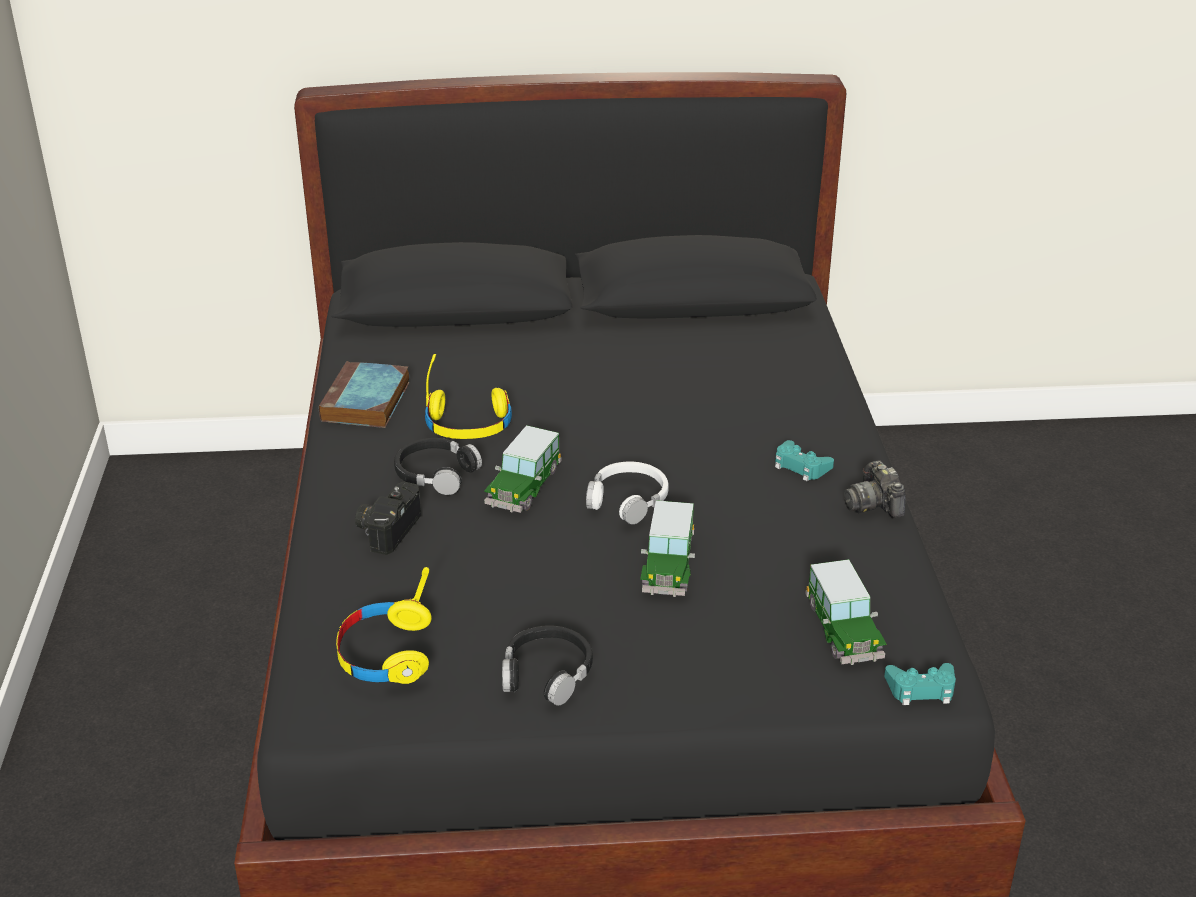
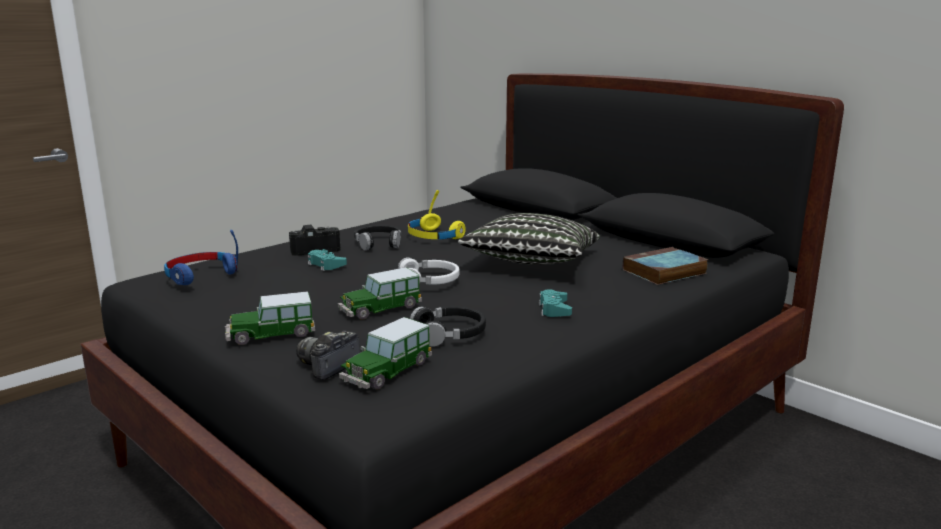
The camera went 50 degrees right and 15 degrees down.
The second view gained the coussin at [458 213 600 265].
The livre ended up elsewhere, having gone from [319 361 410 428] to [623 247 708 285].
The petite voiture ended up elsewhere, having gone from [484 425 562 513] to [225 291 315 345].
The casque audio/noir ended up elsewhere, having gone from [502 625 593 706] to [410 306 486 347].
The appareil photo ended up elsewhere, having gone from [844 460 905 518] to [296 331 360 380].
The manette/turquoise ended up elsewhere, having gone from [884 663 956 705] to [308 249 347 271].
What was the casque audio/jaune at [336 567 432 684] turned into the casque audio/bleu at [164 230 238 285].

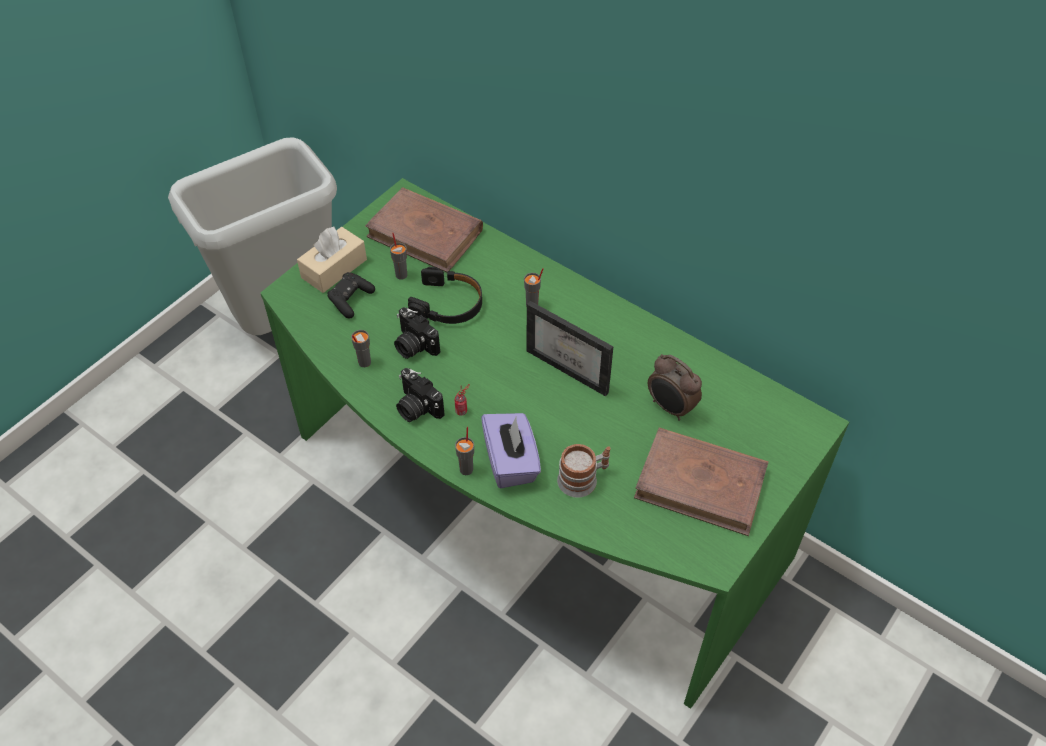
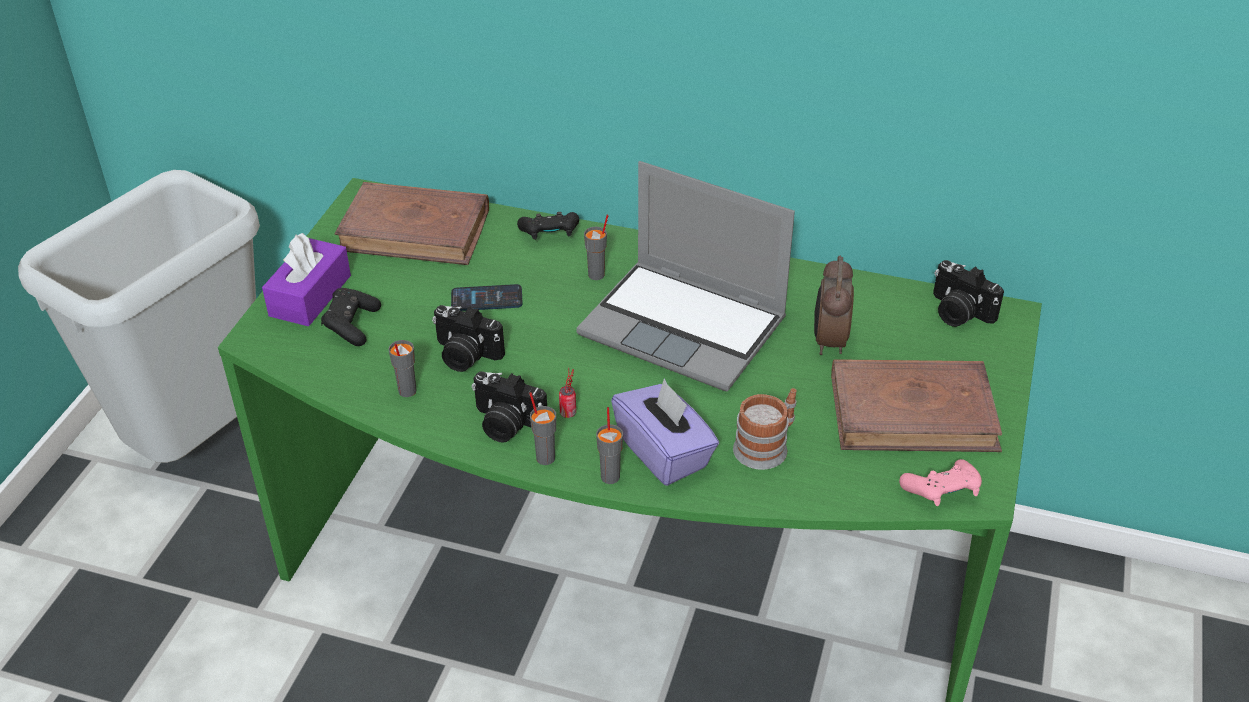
The camera went 20 degrees left and 10 degrees down.
The second view gained the manette/noir at [517 212 579 240].
The second view gained the manette/rose at [899 459 982 506].
The second view gained the appareil photo at [933 260 1004 327].
The tasse/gris ended up elsewhere, having gone from [390 233 407 280] to [529 392 556 465].
Where the casque audio/noir stood at [408 267 482 324], the téléphone came to stand at [451 284 523 311].
Where the cadre photo stood at [527 301 614 396], the ordinateur portable came to stand at [576 161 795 392].
What was the boîte à mouchoirs/beige at [297 227 367 293] turned into the boîte à mouchoirs/violet at [262 233 351 326].
The réveil at [648 354 702 421] ended up facing another way, 75 degrees clockwise from before.

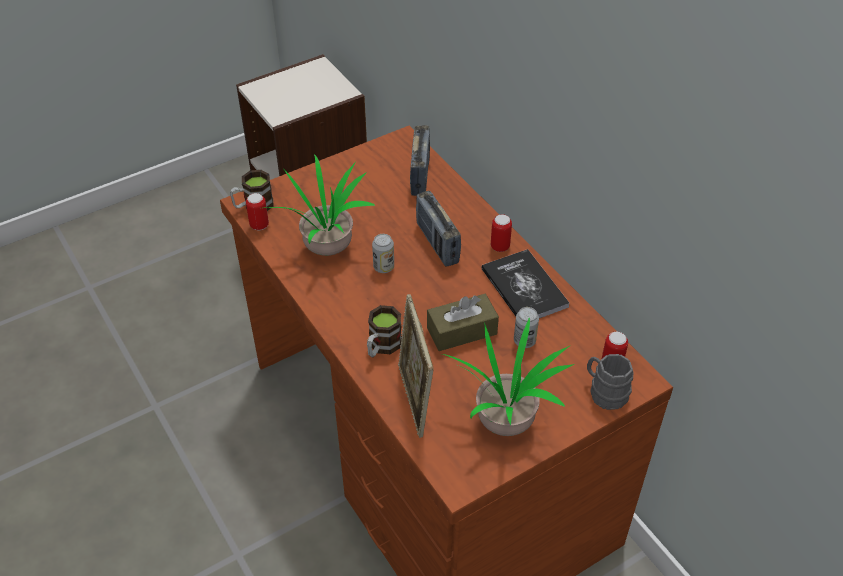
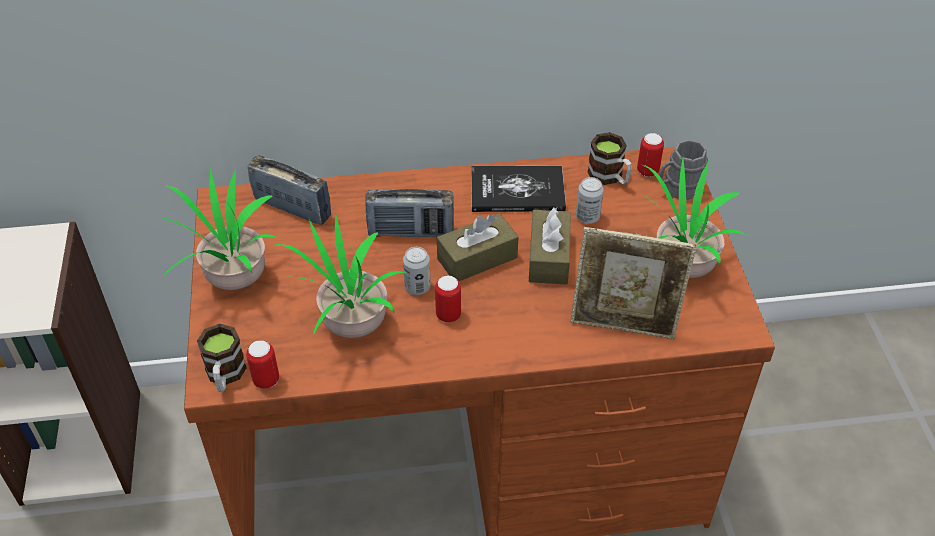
The camera went 65 degrees left and 0 degrees up.
The second view gained the plante en pot at [158 168 278 290].
The second view gained the boîte à mouchoirs/marron at [437 213 519 281].
The mug ended up elsewhere, having gone from [367 305 402 357] to [588 132 632 185].
The boîte métallique ended up elsewhere, having gone from [491 214 512 252] to [435 275 461 322].

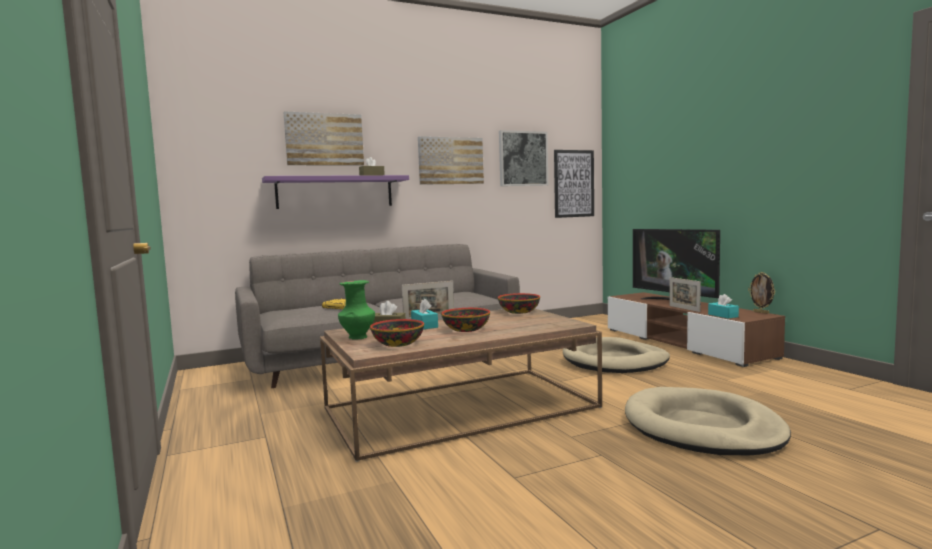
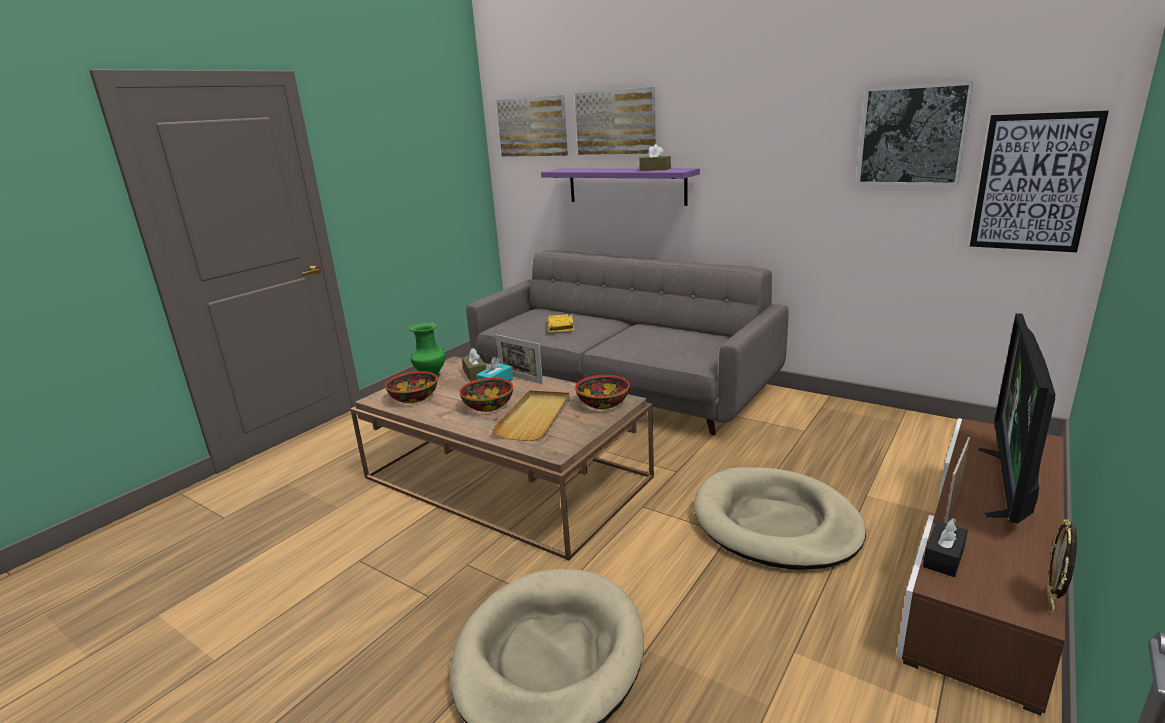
The camera went 60 degrees right and 15 degrees up.
The second view gained the plateau/beige at [492 390 570 441].
The tableau ended up elsewhere, having gone from [418 136 484 185] to [496 95 568 157].
What was the boîte à mouchoirs/turquoise at [708 294 739 319] turned into the boîte à mouchoirs/noir at [923 518 968 577].

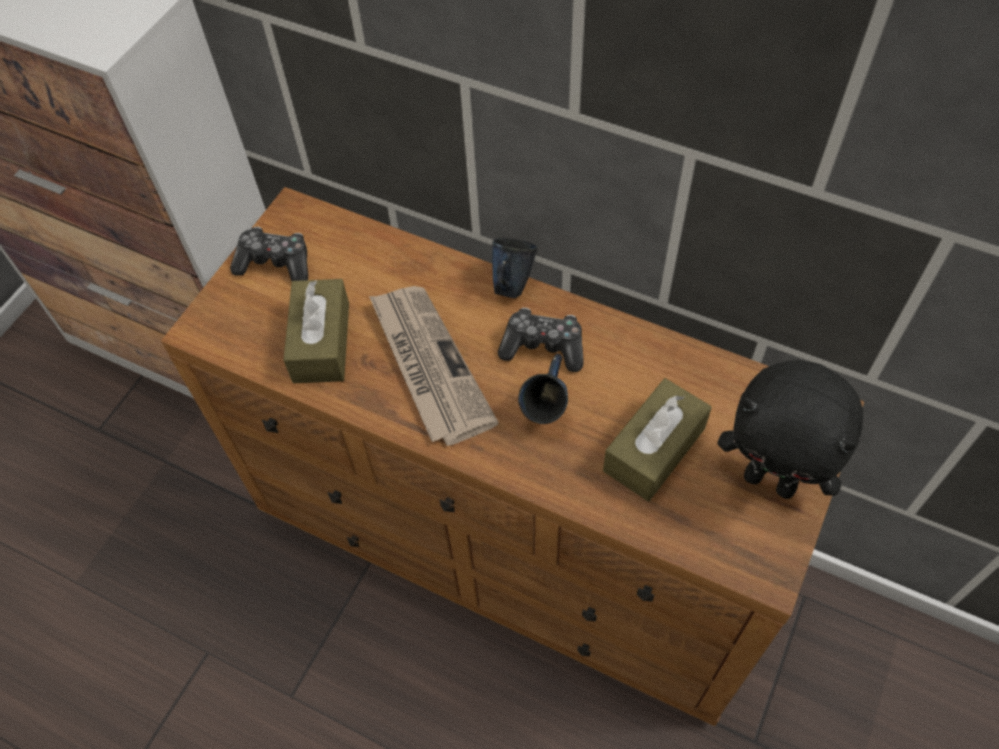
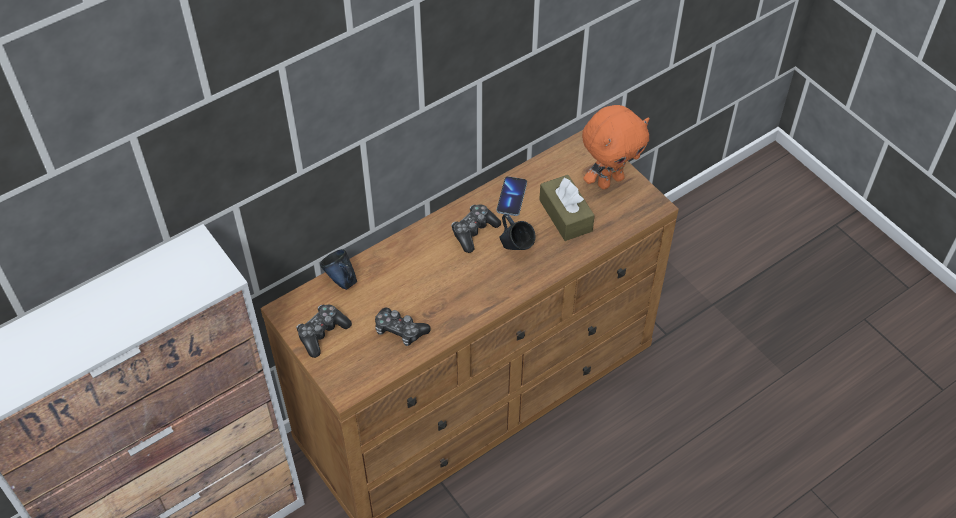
The camera went 65 degrees left and 5 degrees down.
The second view lost the journal at [369 286 499 446].
The second view gained the téléphone at [497 176 527 216].
The mug/bleu ended up elsewhere, having gone from [492 238 537 298] to [320 249 357 290].
Where the boîte à mouchoirs/marron stood at [283 279 349 383], the manette came to stand at [375 307 431 346].
What was the peluche/noir at [718 360 863 499] turned into the peluche/orange at [582 105 649 189].

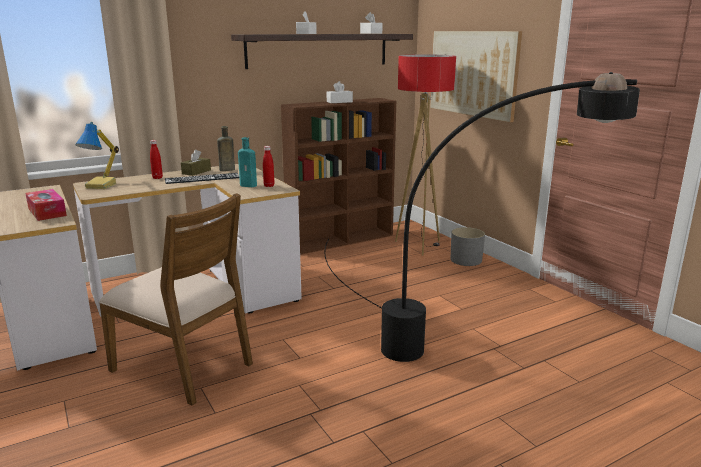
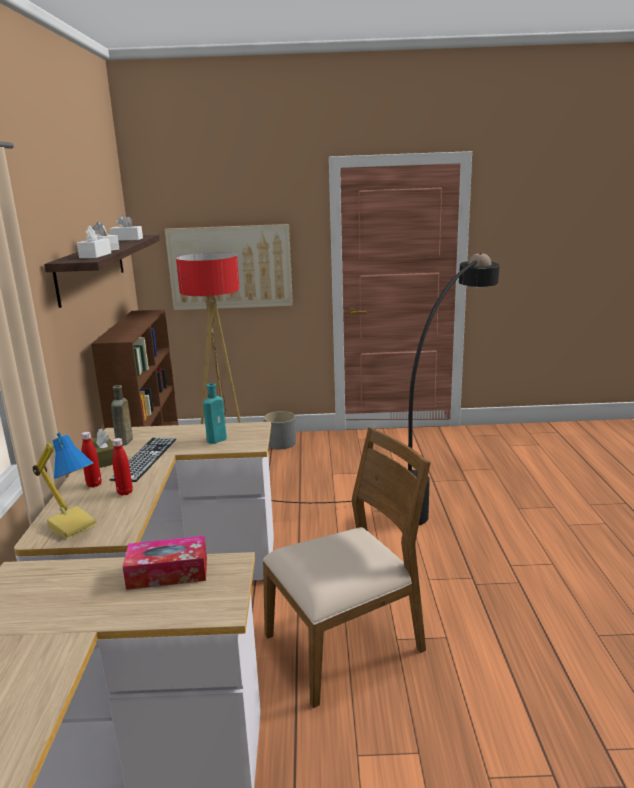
The camera went 60 degrees left and 0 degrees up.
The bouteille/rouge ended up elsewhere, having gone from [263 146 274 187] to [112 438 133 496].
The boîte à mouchoirs/blanc ended up elsewhere, having gone from [327 81 353 103] to [77 226 111 258].

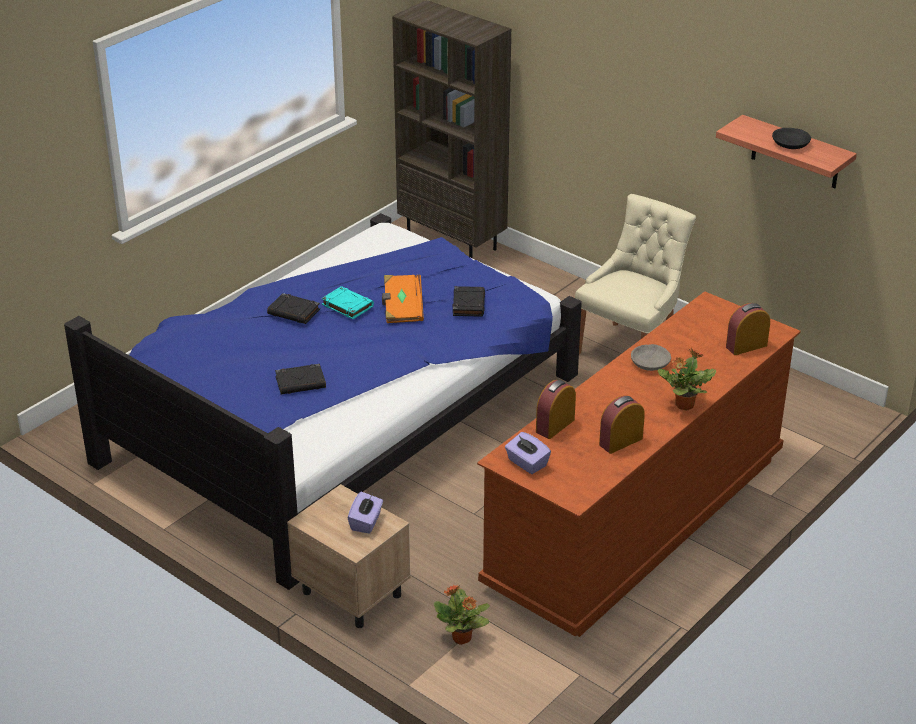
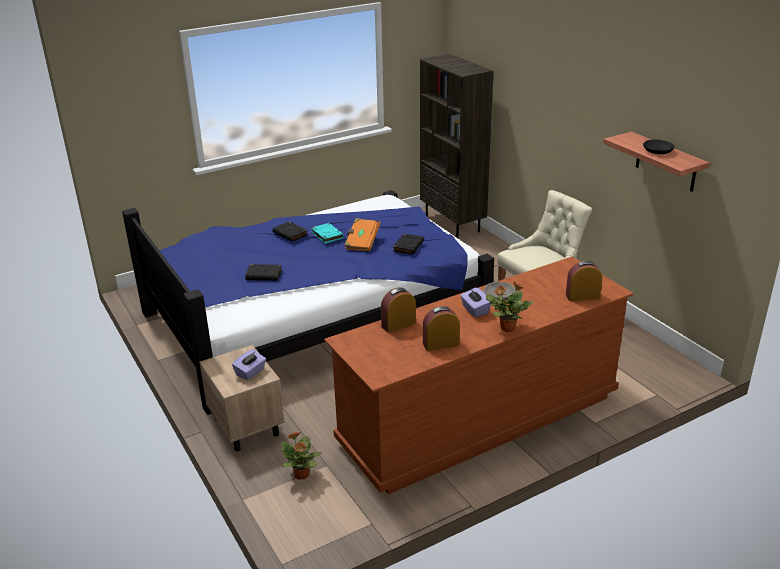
The camera went 20 degrees right and 5 degrees down.
The boîte à mouchoirs/violet ended up elsewhere, having gone from [505 432 551 474] to [460 287 491 317].

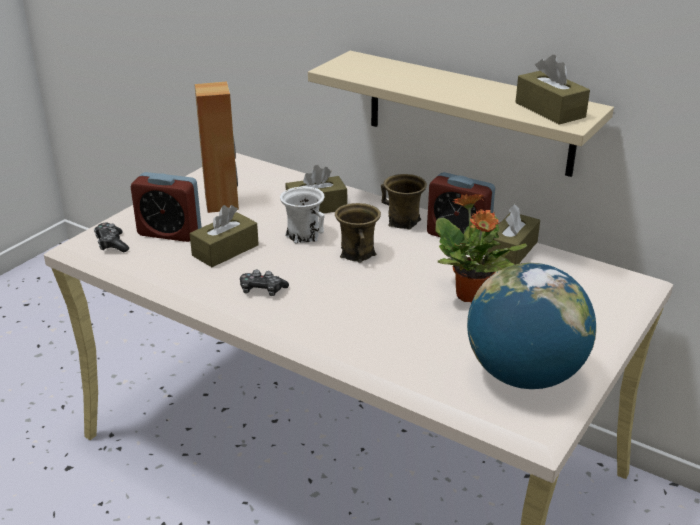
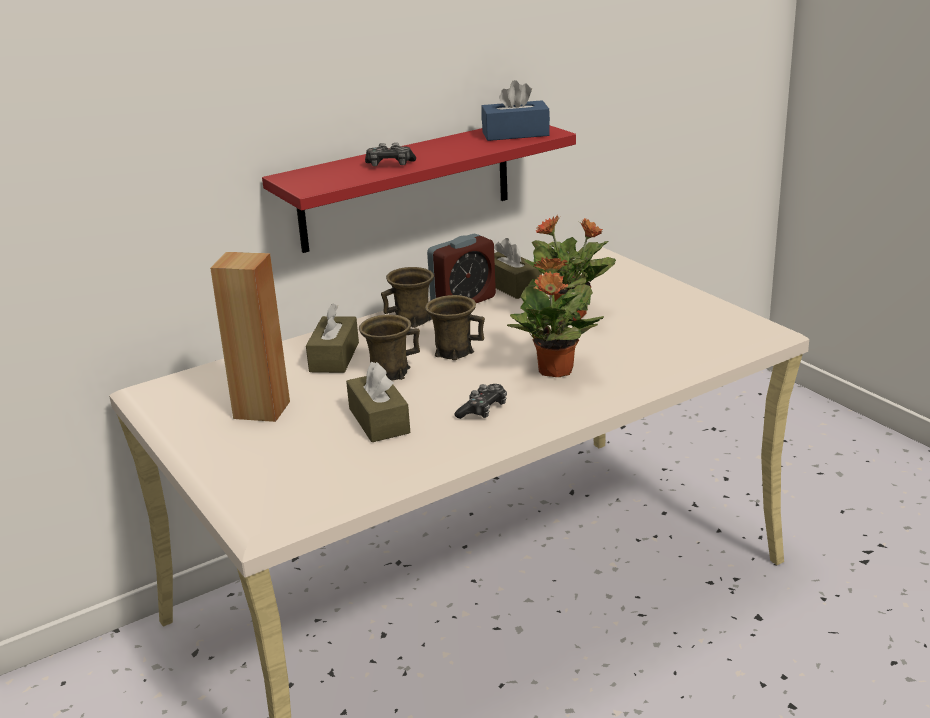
The camera went 65 degrees left and 5 degrees down.
The second view lost the réveil at [131 172 201 242].
The second view lost the globe at [467 263 596 389].
The second view gained the plante en pot at [507 257 604 377].
The manette ended up elsewhere, having gone from [94 223 129 252] to [365 143 416 166].
What was the mug/blanc at [280 187 325 244] turned into the mug/marron at [359 315 420 381].
What was the étagère/beige at [308 51 614 177] turned into the étagère/rouge at [262 126 576 253].
What was the boîte à mouchoirs/marron at [515 55 590 125] turned into the boîte à mouchoirs/bleu at [481 80 550 141].

